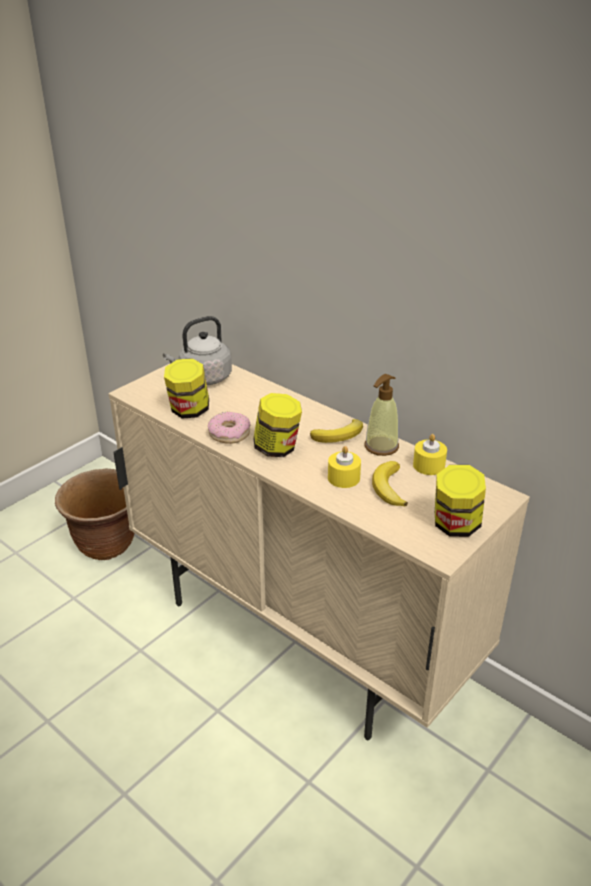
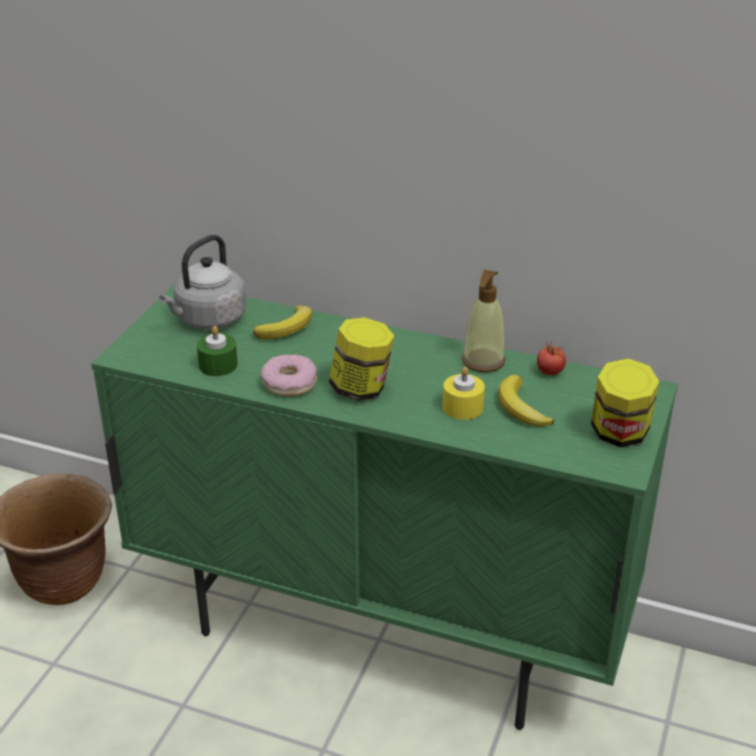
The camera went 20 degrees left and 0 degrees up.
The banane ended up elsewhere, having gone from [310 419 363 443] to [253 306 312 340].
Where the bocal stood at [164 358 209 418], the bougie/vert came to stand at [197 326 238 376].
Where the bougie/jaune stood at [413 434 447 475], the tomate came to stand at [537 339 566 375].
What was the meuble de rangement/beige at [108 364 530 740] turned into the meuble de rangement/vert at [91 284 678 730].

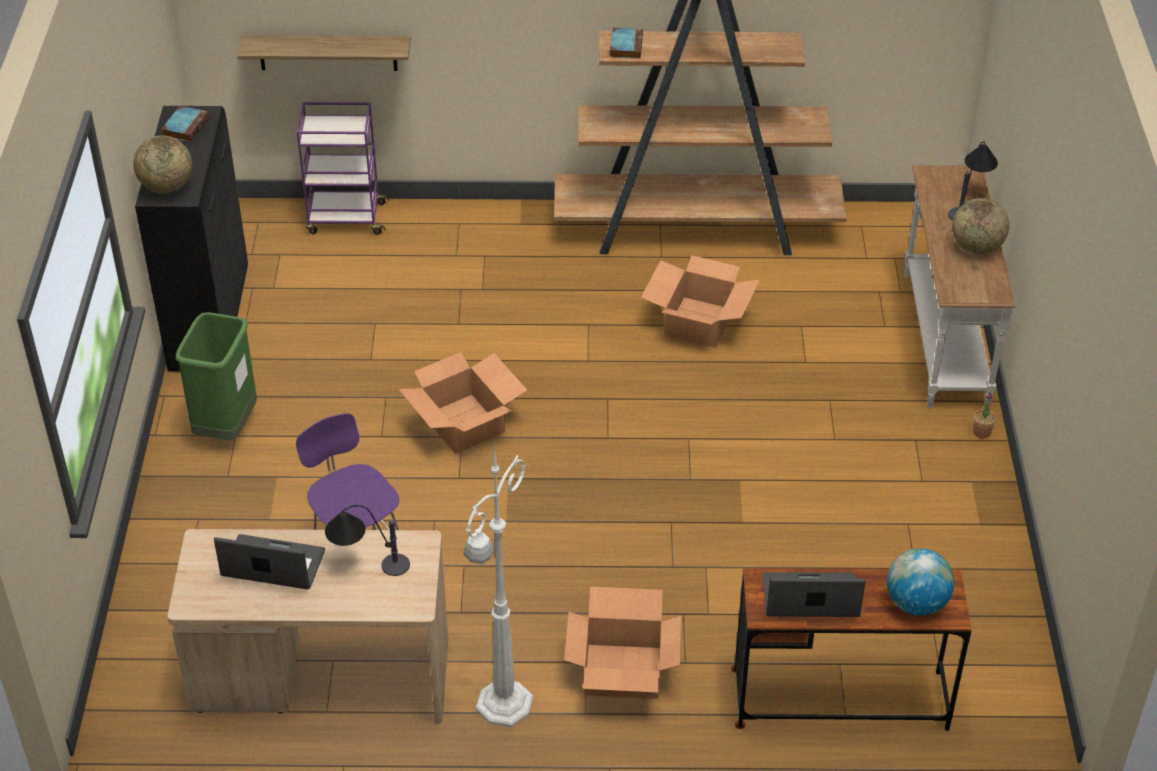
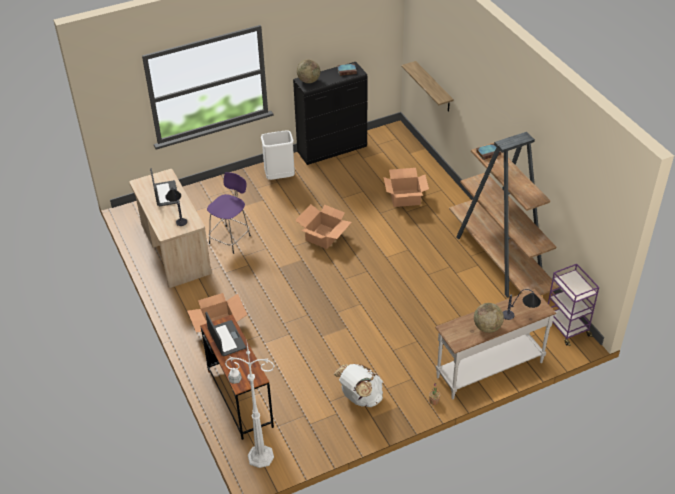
The camera went 65 degrees right and 0 degrees up.
The second view lost the globe at [887 548 954 615].
The second view gained the sac à dos/blanc at [334 364 383 407].
The chariot/violet ended up elsewhere, having gone from [297 102 389 234] to [548 264 599 346].
The lampadaire/blanc ended up elsewhere, having gone from [464 442 533 727] to [225 344 275 468].
The carton ended up elsewhere, having gone from [641 255 760 348] to [384 168 429 207].
What was the poubelle/vert at [176 312 257 440] turned into the poubelle/blanc at [261 130 295 180].

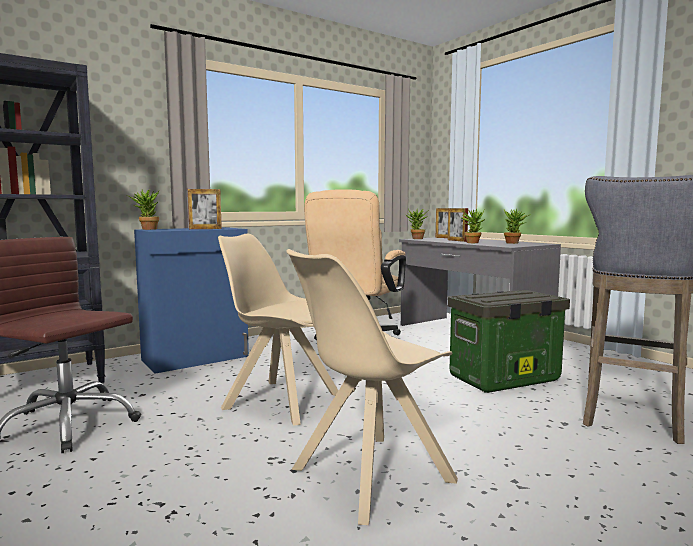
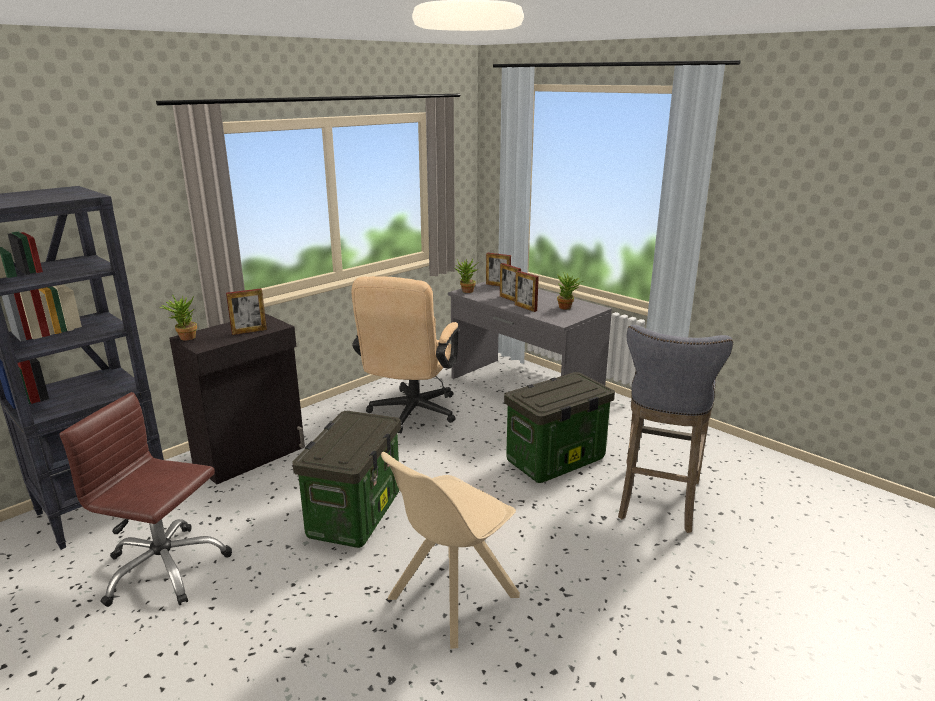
The camera went 10 degrees left and 15 degrees up.
Where the chaise/beige stood at [218 234 338 426], the boîte de rangement came to stand at [292 411 401 548].
Where the plante en pot stood at [460 208 485 243], the cadre photo came to stand at [515 271 539 312].
What was the meuble de rangement/bleu at [134 227 249 374] turned into the meuble de rangement/noir at [169 313 305 485].

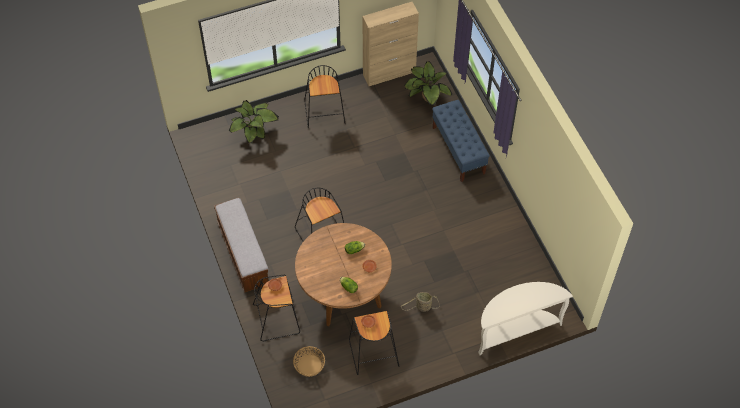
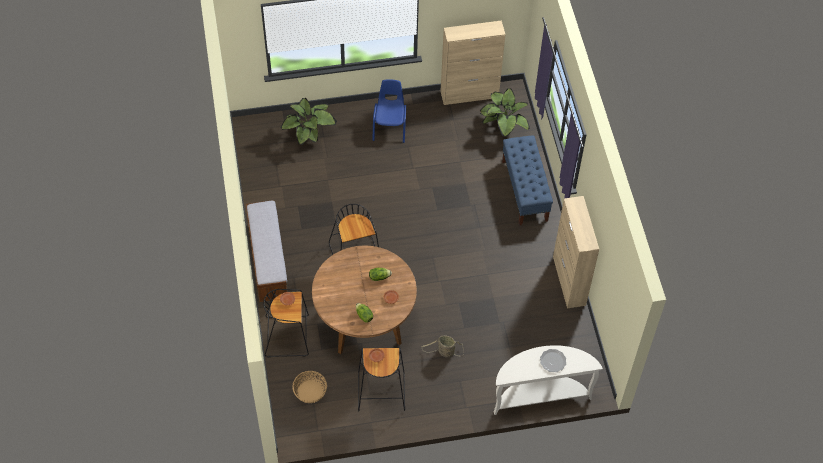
The camera went 10 degrees right and 0 degrees up.
The second view gained the assiette at [540 349 566 372].
The second view gained the meuble de rangement/beige at [553 196 599 308].
Where the tabouret/noir stood at [304 65 345 128], the chaise/bleu came to stand at [373 79 406 143].

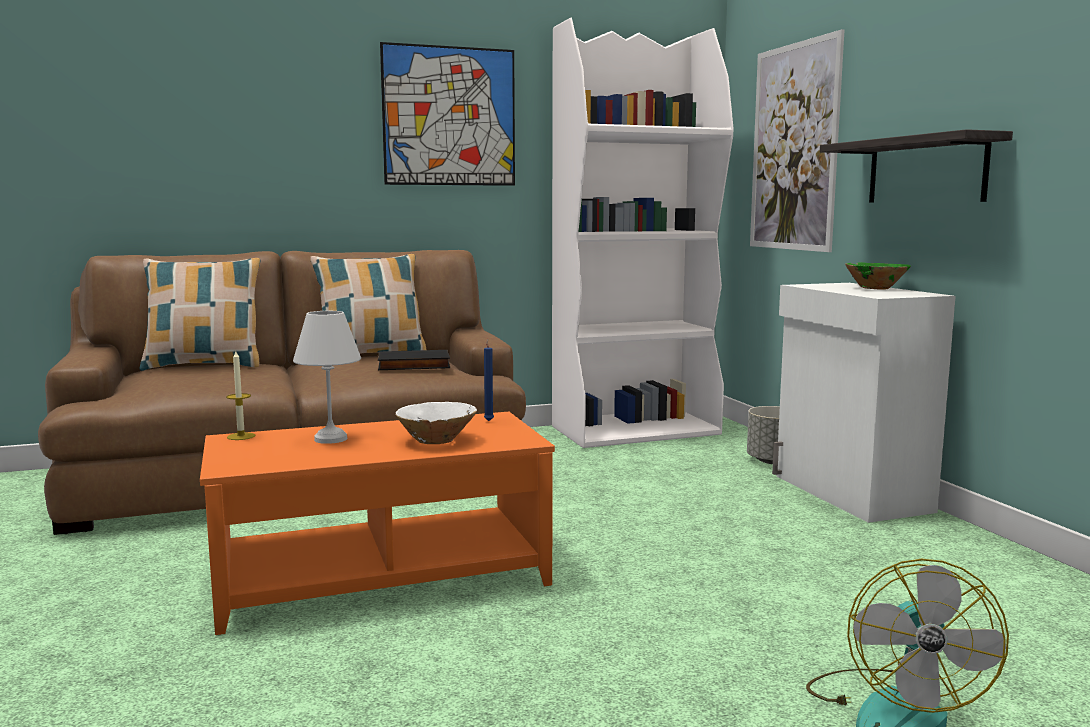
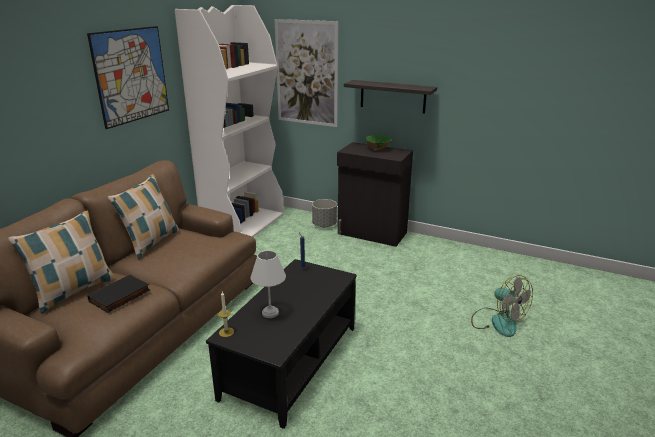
The camera went 45 degrees left and 15 degrees up.
The second view lost the bol/blanc at [395 402 477 444].
The livre/noir ended up elsewhere, having gone from [378 350 450 370] to [88 274 150 313].
What was the table basse/orange at [200 412 555 635] turned into the table basse/noir at [206 259 357 429].
What was the meuble de rangement/blanc at [772 283 956 523] turned into the meuble de rangement/noir at [337 142 413 247].

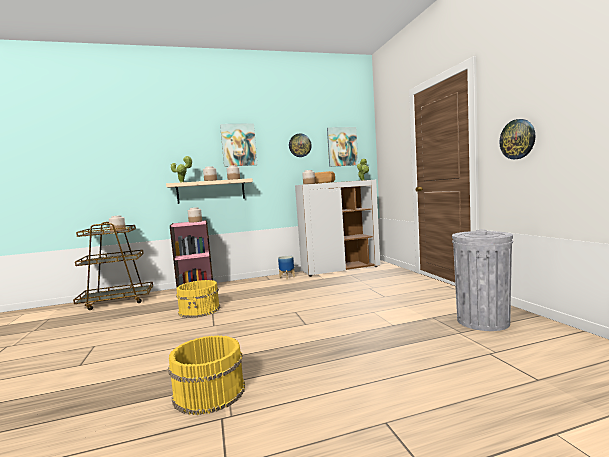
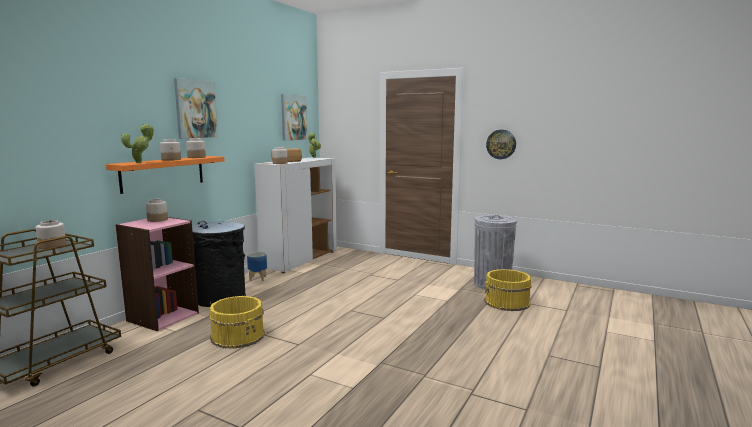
The camera went 45 degrees left and 5 degrees up.
The second view lost the horloge murale at [289 134 312 157].
The second view gained the poubelle/noir at [192 221 246 307].
The seau/jaune ended up elsewhere, having gone from [168 335 245 415] to [484 269 532 311].
What was the étagère/beige at [166 178 253 204] turned into the étagère/orange at [106 156 225 194].

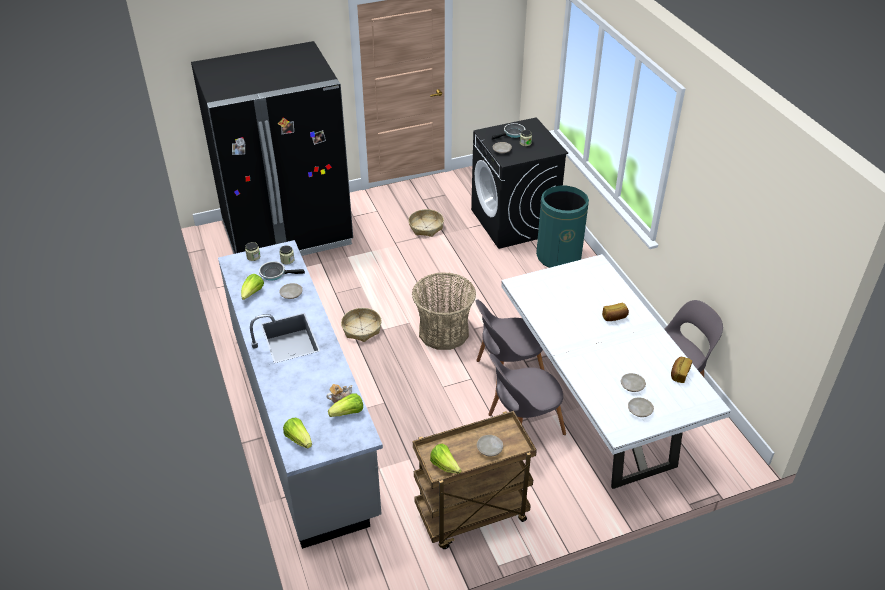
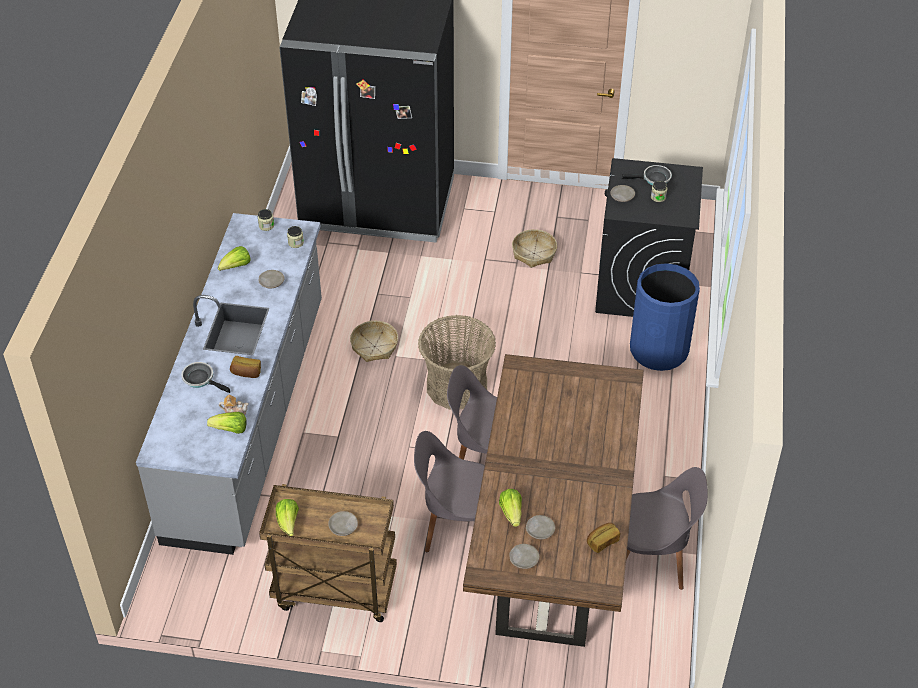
The camera went 30 degrees right and 5 degrees up.
The poêle ended up elsewhere, having gone from [259 261 305 281] to [181 362 230 393].
The laitue ended up elsewhere, having gone from [283 418 312 448] to [499 489 522 527].
The pain ended up elsewhere, having gone from [602 303 629 321] to [230 356 261 378].
What was the table à manger/blanc at [501 254 731 489] turned into the table à manger/marron at [463 354 644 647].
What was the poubelle/vert at [536 186 589 268] turned into the poubelle/bleu at [630 263 700 371].

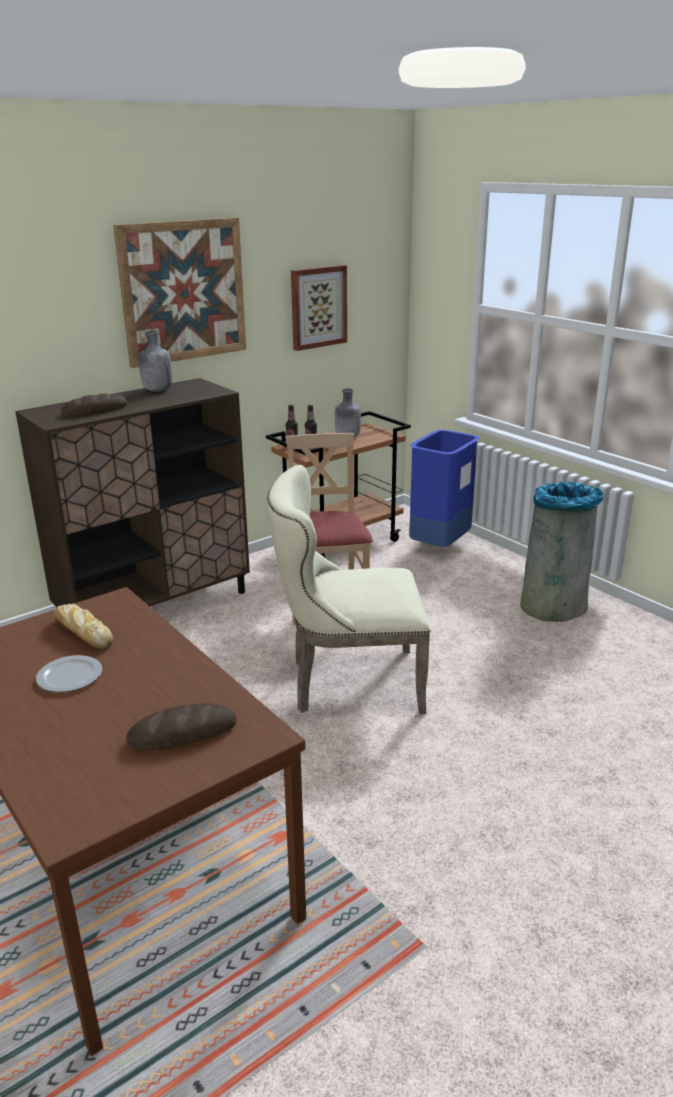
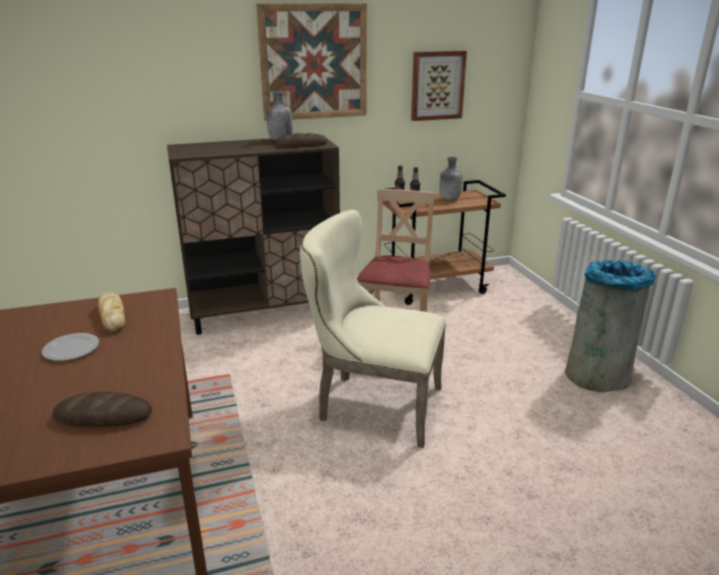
The camera went 20 degrees right and 0 degrees up.
The second view lost the poubelle/bleu at [409 430 479 547].
The pain ended up elsewhere, having gone from [61 394 127 416] to [276 133 327 147].

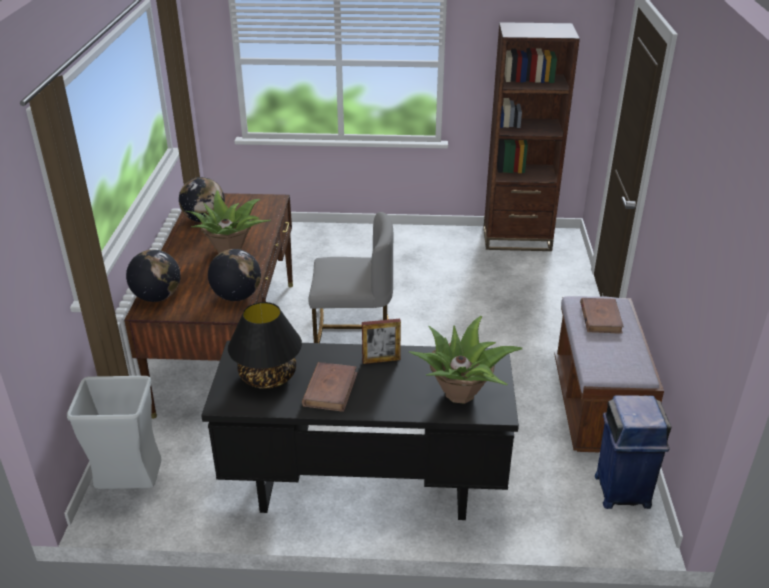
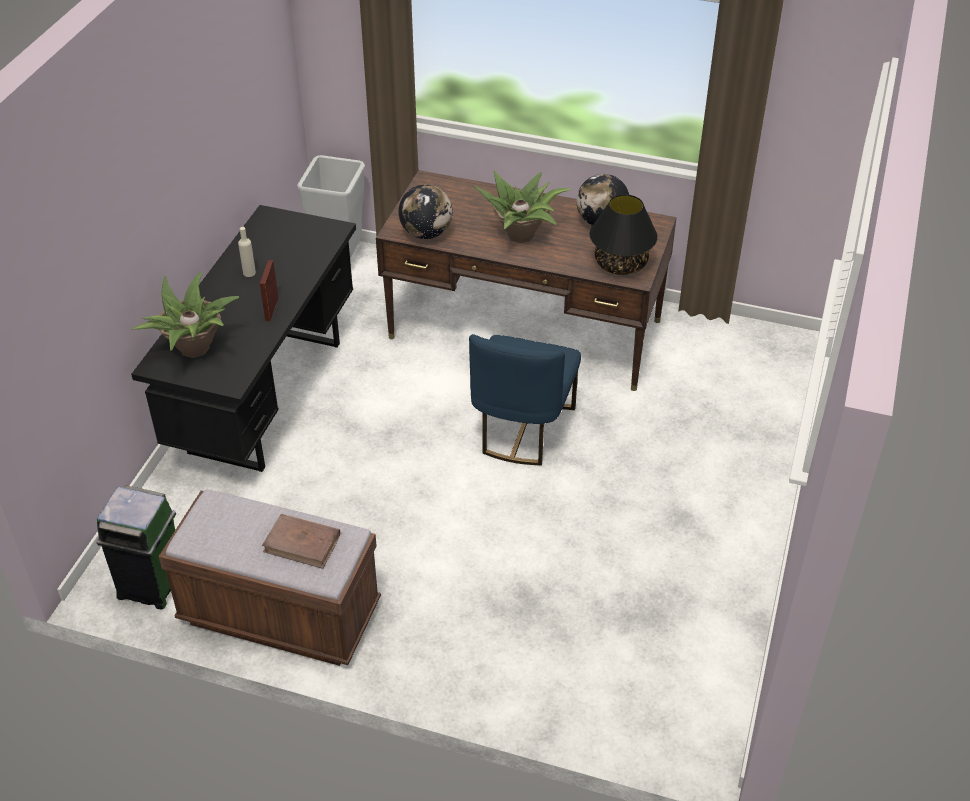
The camera went 105 degrees right and 10 degrees up.
The second view lost the globe at [126 250 181 302].
The second view lost the bibliothèque/marron at [484 22 580 251].
The lampe de table/noir ended up elsewhere, having gone from [228 302 302 389] to [589 195 658 275].
Where the livre/marron stood at [302 362 358 412], the bouteille/beige came to stand at [238 227 256 277].
What was the chaise/gris at [308 212 393 343] turned into the chaise/bleu at [469 334 581 465].
What was the poubelle/bleu at [595 395 671 509] turned into the poubelle/vert at [96 486 176 609].

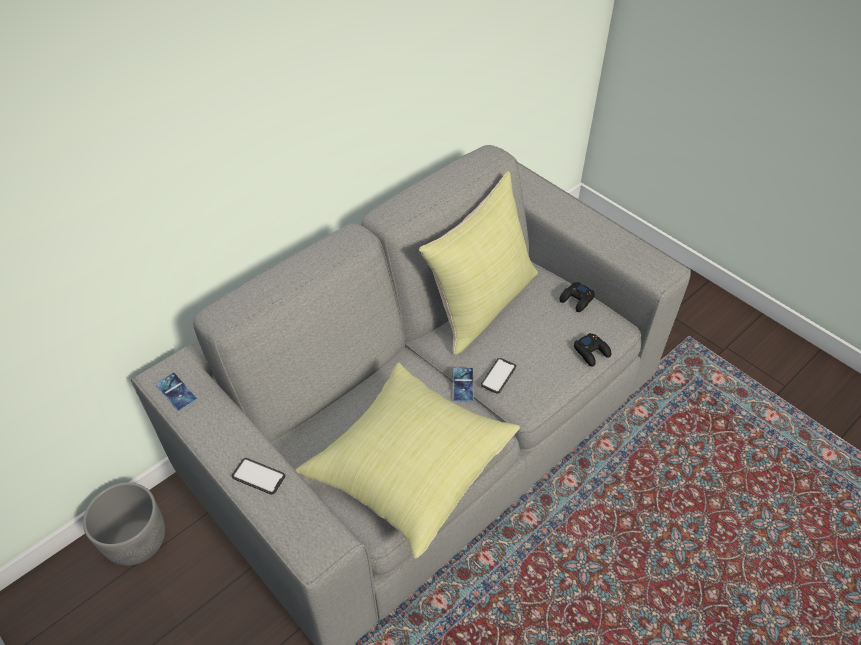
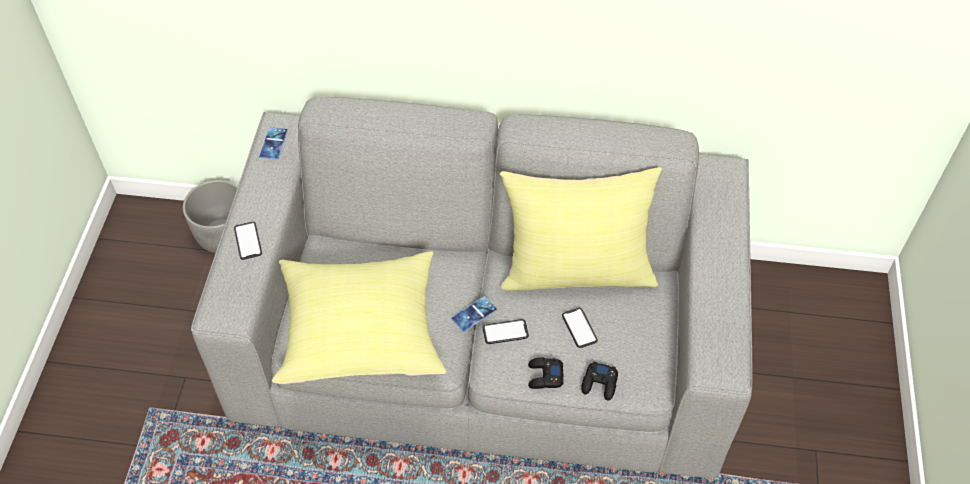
The camera went 50 degrees right and 5 degrees up.
The second view gained the téléphone at [562 308 598 348].
The manette/noir ended up elsewhere, having gone from [559 282 595 312] to [528 357 564 389].

